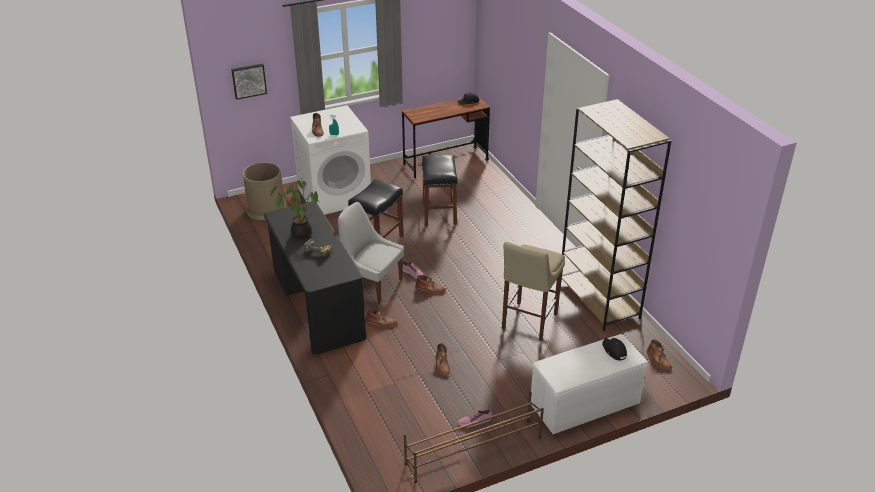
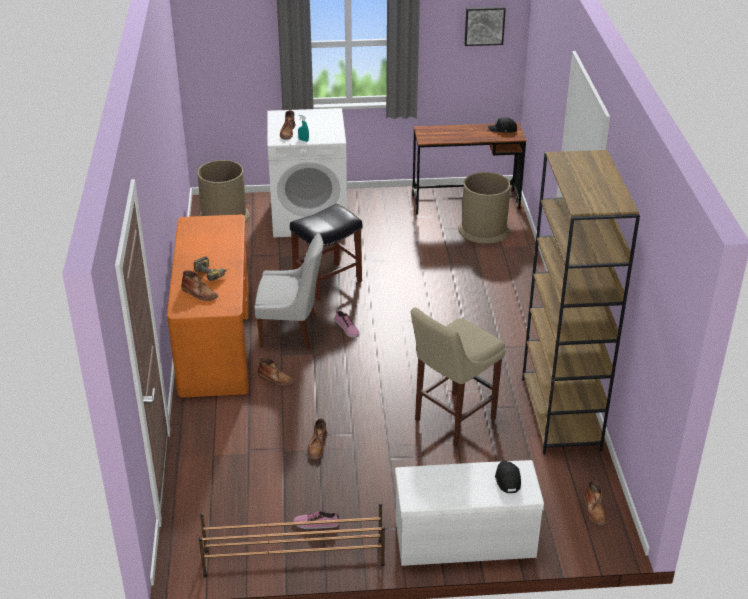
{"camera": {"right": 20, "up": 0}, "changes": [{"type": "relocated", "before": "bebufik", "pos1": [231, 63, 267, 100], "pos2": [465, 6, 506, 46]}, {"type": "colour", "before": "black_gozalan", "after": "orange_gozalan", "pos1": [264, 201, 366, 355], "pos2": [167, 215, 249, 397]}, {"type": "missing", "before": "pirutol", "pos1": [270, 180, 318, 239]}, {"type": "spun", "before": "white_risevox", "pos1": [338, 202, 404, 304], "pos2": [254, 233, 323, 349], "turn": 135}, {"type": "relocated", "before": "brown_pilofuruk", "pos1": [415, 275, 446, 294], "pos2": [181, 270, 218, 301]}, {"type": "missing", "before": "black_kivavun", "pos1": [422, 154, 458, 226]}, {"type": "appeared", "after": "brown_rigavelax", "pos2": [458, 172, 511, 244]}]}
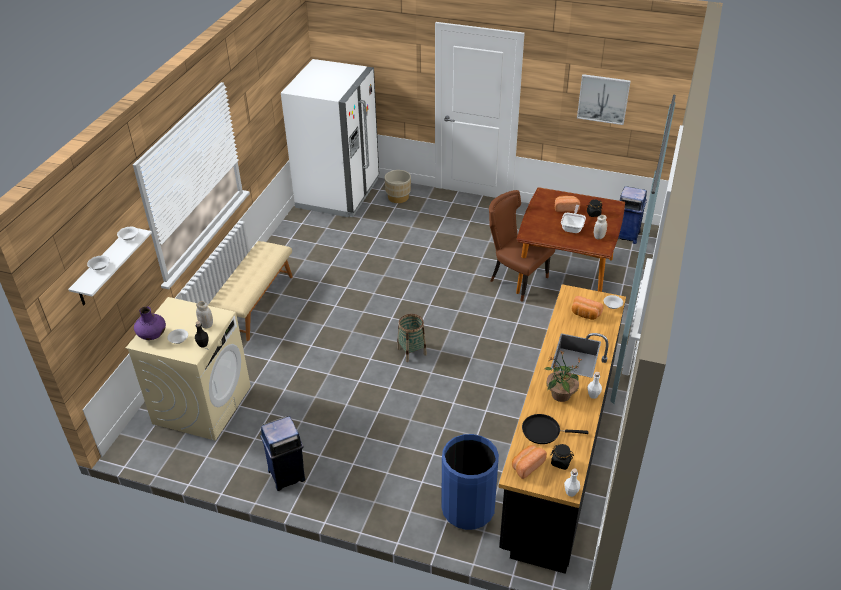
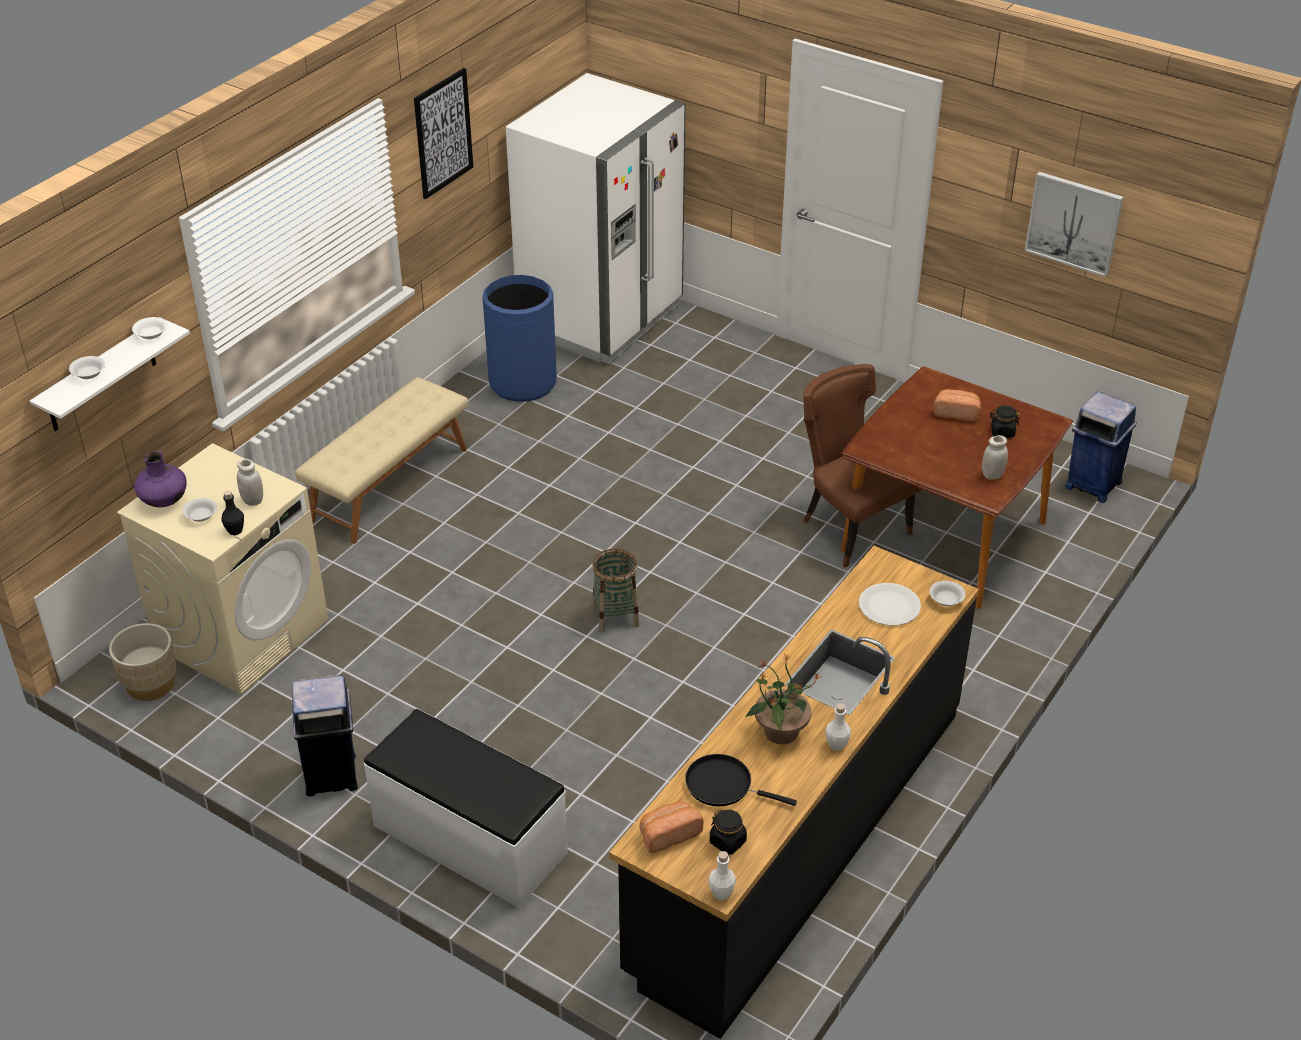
{"camera": {"right": 15, "up": 0}, "changes": [{"type": "relocated", "before": "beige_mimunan", "pos1": [385, 170, 411, 203], "pos2": [109, 623, 176, 701]}, {"type": "relocated", "before": "blue_rigavelax", "pos1": [441, 434, 499, 530], "pos2": [483, 275, 557, 402]}, {"type": "missing", "before": "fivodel", "pos1": [561, 205, 586, 233]}, {"type": "exchanged", "before": "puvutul", "after": "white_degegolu", "pos1": [572, 296, 603, 320], "pos2": [859, 583, 921, 626]}, {"type": "appeared", "after": "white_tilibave", "pos2": [364, 709, 568, 908]}, {"type": "appeared", "after": "bebufik", "pos2": [414, 68, 473, 199]}]}
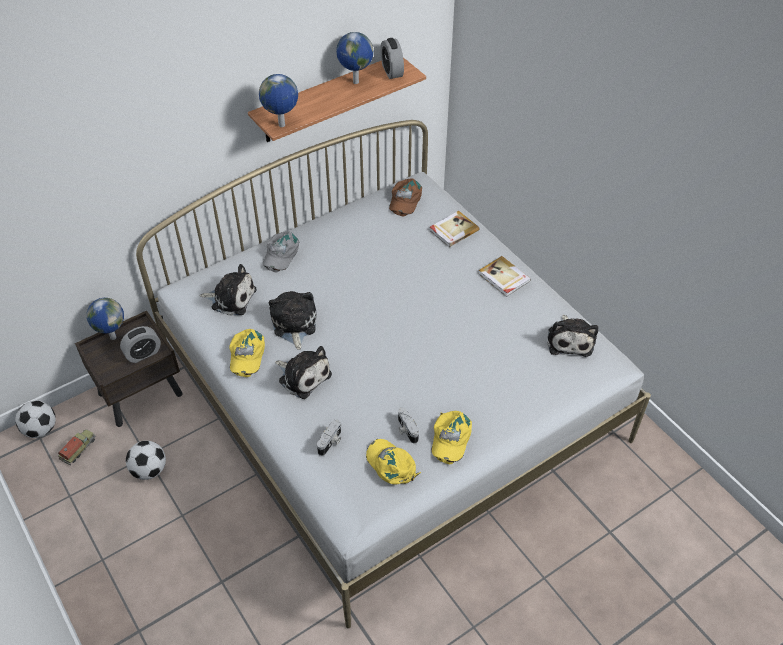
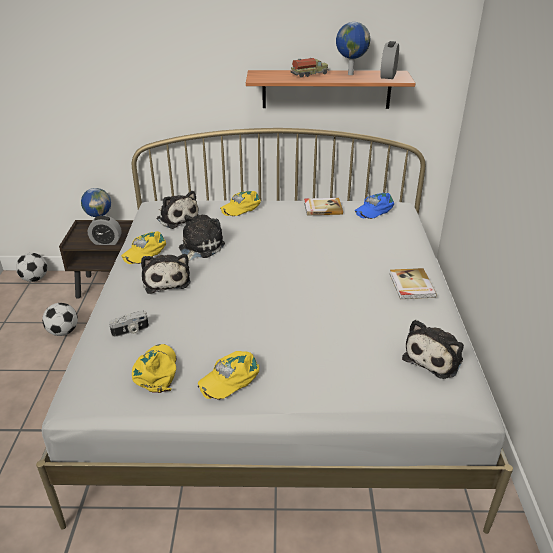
{"camera": {"right": 35, "up": -15}, "changes": [{"type": "relocated", "before": "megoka", "pos1": [58, 429, 95, 465], "pos2": [290, 58, 329, 78]}, {"type": "missing", "before": "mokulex", "pos1": [259, 74, 298, 127]}, {"type": "colour", "before": "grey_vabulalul", "after": "yellow_vabulalul", "pos1": [263, 231, 299, 272], "pos2": [220, 191, 261, 216]}, {"type": "colour", "before": "brown_vabulalul", "after": "blue_vabulalul", "pos1": [389, 178, 422, 216], "pos2": [355, 193, 394, 219]}, {"type": "missing", "before": "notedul", "pos1": [398, 407, 419, 443]}, {"type": "relocated", "before": "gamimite", "pos1": [429, 211, 479, 247], "pos2": [304, 198, 343, 216]}]}
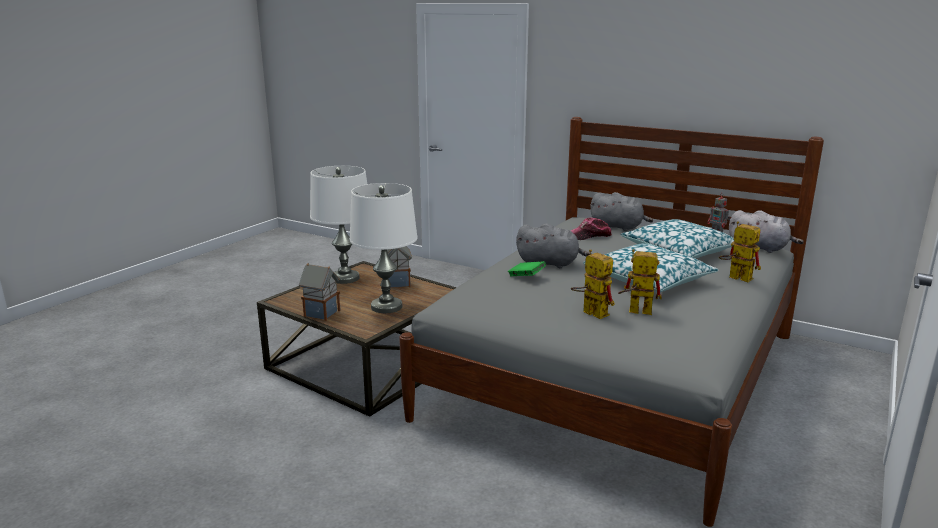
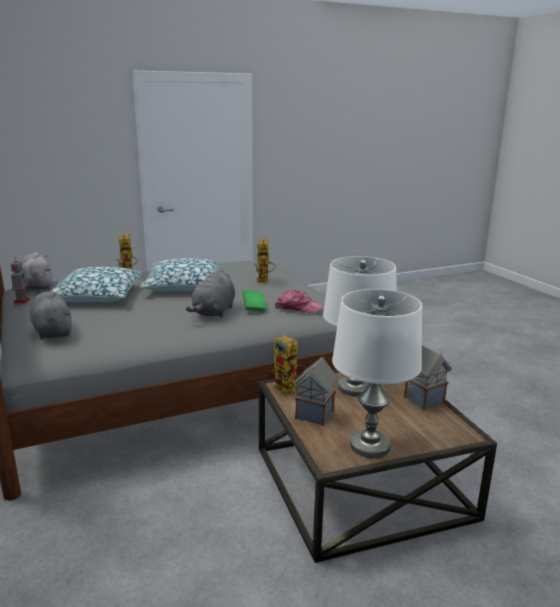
{"camera": {"right": -145, "up": 0}, "changes": [{"type": "spun", "before": "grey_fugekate", "pos1": [516, 224, 592, 268], "pos2": [186, 269, 235, 317], "turn": -120}, {"type": "relocated", "before": "vabulalul", "pos1": [571, 218, 612, 240], "pos2": [275, 290, 323, 313]}, {"type": "relocated", "before": "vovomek", "pos1": [618, 249, 662, 315], "pos2": [271, 335, 307, 396]}]}
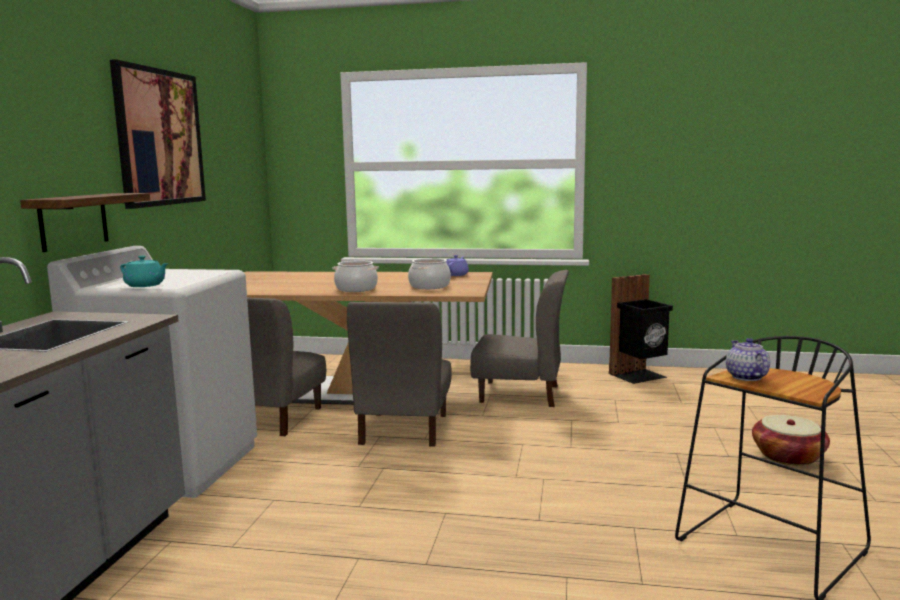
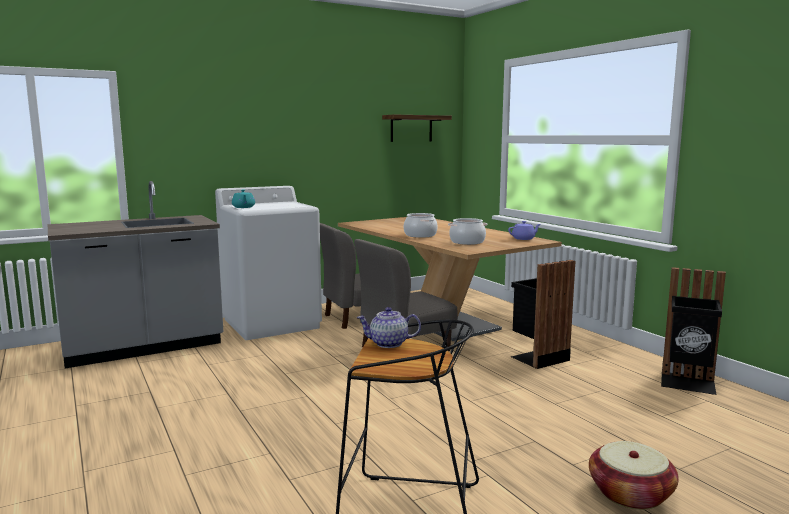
{"camera": {"right": 50, "up": 0}, "changes": [{"type": "relocated", "before": "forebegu", "pos1": [20, 193, 150, 252], "pos2": [382, 114, 452, 142]}, {"type": "missing", "before": "bebufik", "pos1": [110, 59, 206, 209]}, {"type": "exchanged", "before": "grey_risevox", "after": "black_rigavelax", "pos1": [470, 270, 569, 407], "pos2": [511, 260, 575, 369]}, {"type": "spun", "before": "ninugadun", "pos1": [726, 338, 770, 381], "pos2": [357, 307, 421, 348], "turn": -135}]}
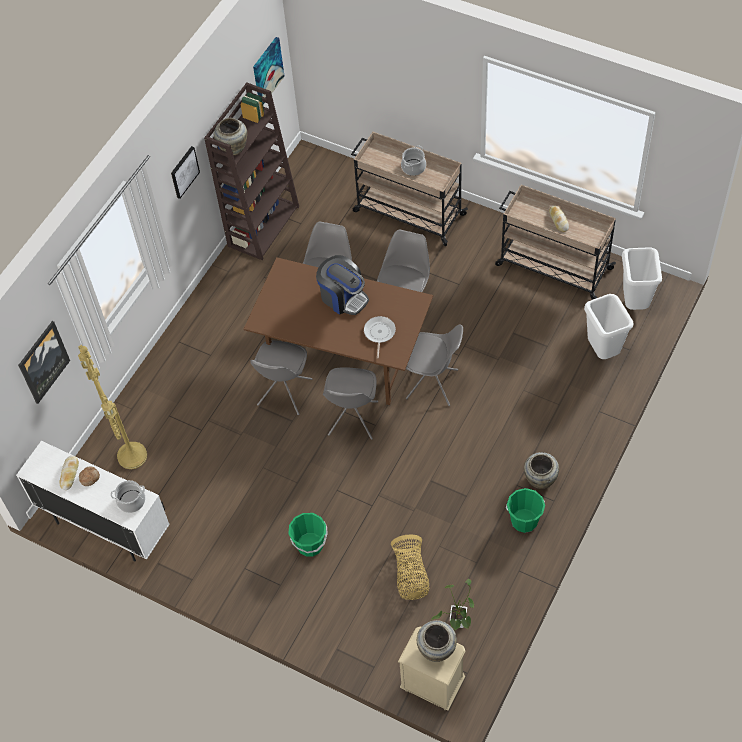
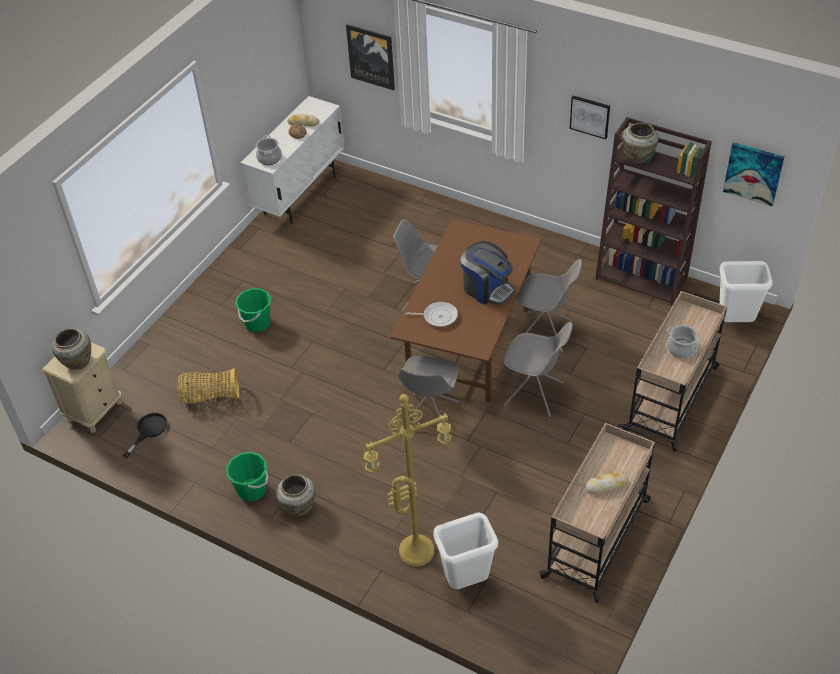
{"camera": {"right": 90, "up": -10}, "changes": [{"type": "relocated", "before": "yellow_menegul", "pos1": [78, 345, 147, 469], "pos2": [364, 394, 452, 567]}, {"type": "spun", "before": "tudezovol", "pos1": [316, 255, 369, 315], "pos2": [460, 241, 515, 305], "turn": -90}, {"type": "missing", "before": "grey_risevox", "pos1": [323, 367, 378, 440]}, {"type": "exchanged", "before": "pirutol", "after": "black_fivodel", "pos1": [431, 579, 475, 630], "pos2": [123, 413, 168, 458]}, {"type": "relocated", "before": "white_rigavelax", "pos1": [622, 247, 662, 310], "pos2": [719, 261, 773, 322]}]}
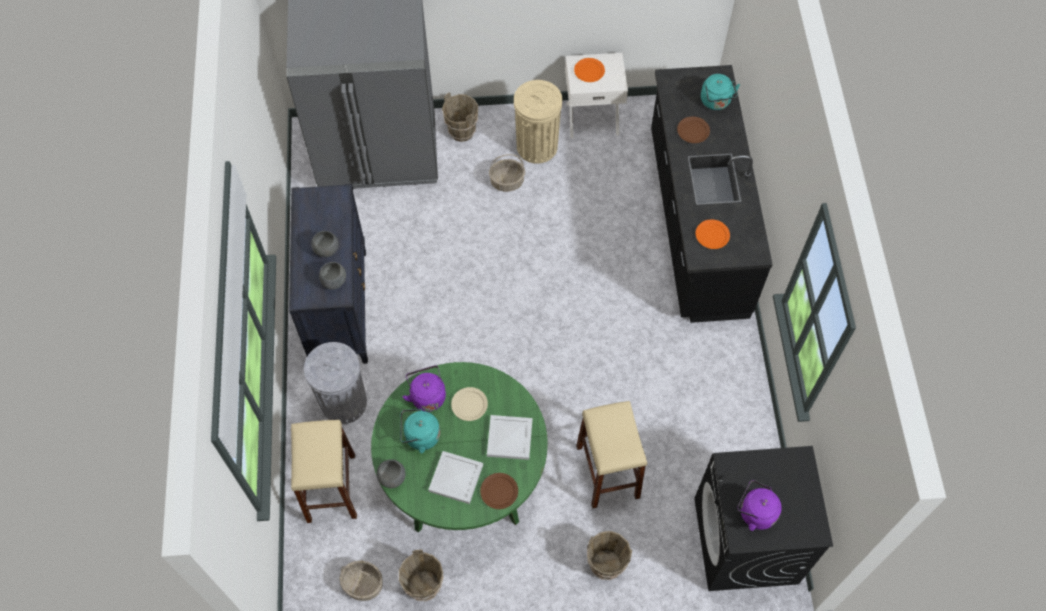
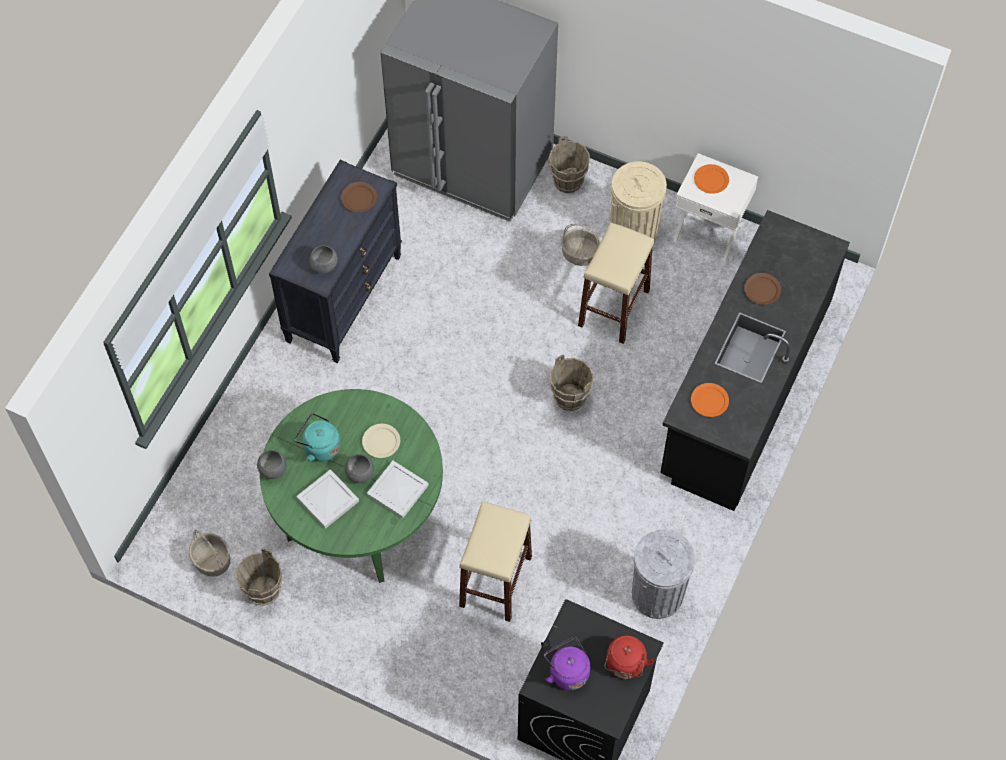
{"camera": {"right": 30, "up": 0}, "changes": [{"type": "relocated", "before": "beige_kivavun", "pos1": [291, 420, 357, 523], "pos2": [578, 222, 654, 344]}, {"type": "relocated", "before": "grey_rigavelax", "pos1": [304, 342, 367, 424], "pos2": [632, 530, 695, 619]}, {"type": "relocated", "before": "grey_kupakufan", "pos1": [311, 231, 339, 257], "pos2": [345, 454, 374, 483]}, {"type": "missing", "before": "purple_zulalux", "pos1": [402, 365, 446, 412]}, {"type": "relocated", "before": "brown_degegolu", "pos1": [480, 473, 518, 509], "pos2": [341, 182, 377, 212]}, {"type": "relocated", "before": "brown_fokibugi", "pos1": [587, 531, 632, 580], "pos2": [550, 355, 594, 411]}, {"type": "missing", "before": "turquoise_zulalux", "pos1": [701, 74, 740, 110]}, {"type": "appeared", "after": "red_zulalux", "pos2": [604, 635, 655, 679]}]}
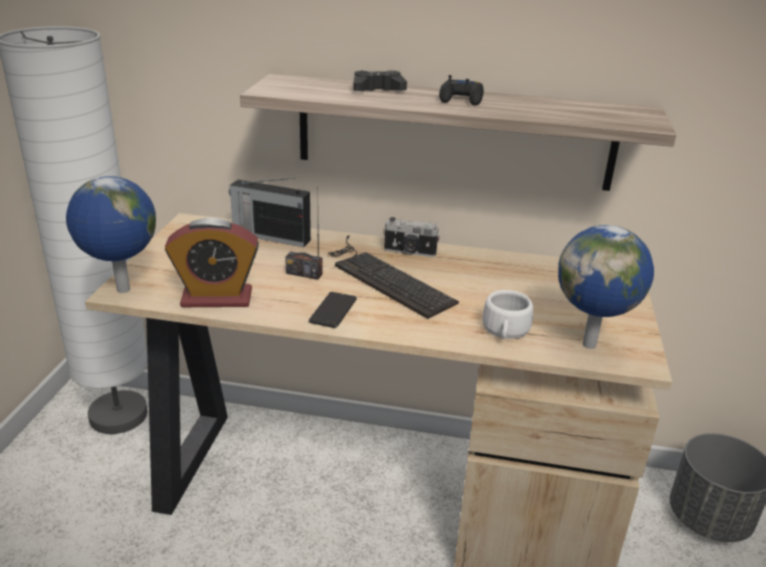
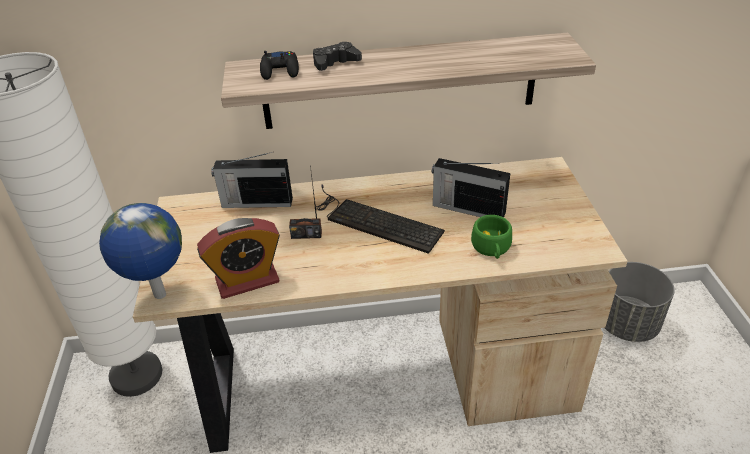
{"camera": {"right": -15, "up": 10}, "changes": [{"type": "missing", "before": "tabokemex", "pos1": [309, 292, 357, 328]}, {"type": "missing", "before": "notedul", "pos1": [383, 217, 440, 257]}, {"type": "relocated", "before": "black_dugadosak", "pos1": [439, 75, 484, 106], "pos2": [260, 51, 299, 80]}, {"type": "colour", "before": "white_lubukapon", "after": "green_lubukapon", "pos1": [482, 290, 533, 339], "pos2": [471, 215, 512, 259]}, {"type": "missing", "before": "mokulex", "pos1": [558, 225, 654, 349]}, {"type": "appeared", "after": "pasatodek", "pos2": [431, 158, 510, 217]}]}
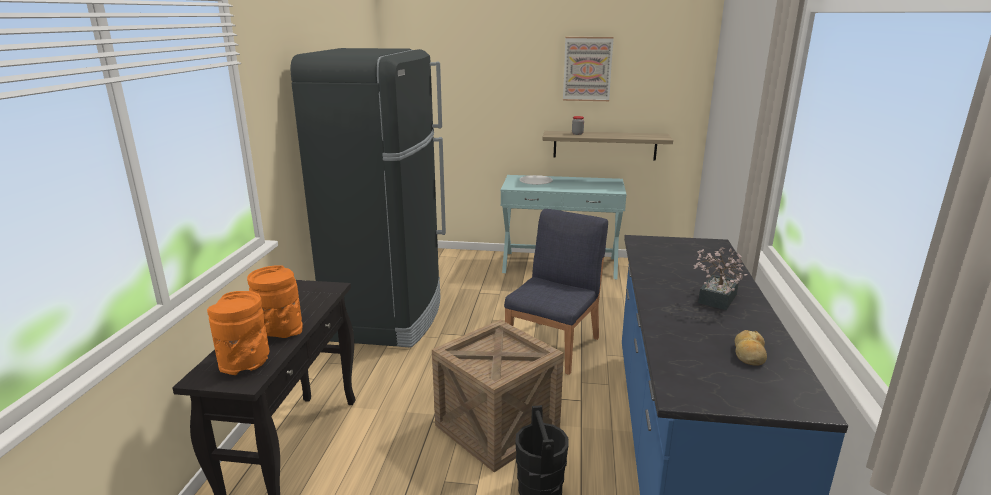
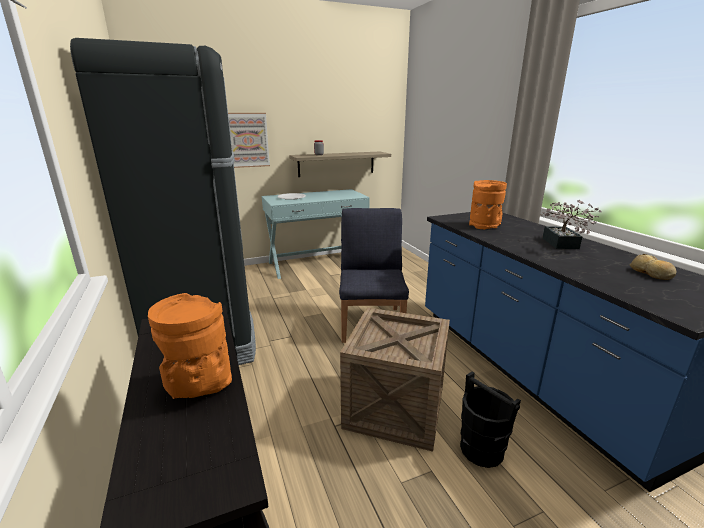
{"camera": {"right": -30, "up": 0}, "changes": [{"type": "relocated", "before": "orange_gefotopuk", "pos1": [207, 291, 269, 375], "pos2": [469, 180, 507, 230]}, {"type": "relocated", "before": "bebufik", "pos1": [563, 37, 614, 101], "pos2": [228, 113, 270, 168]}]}
